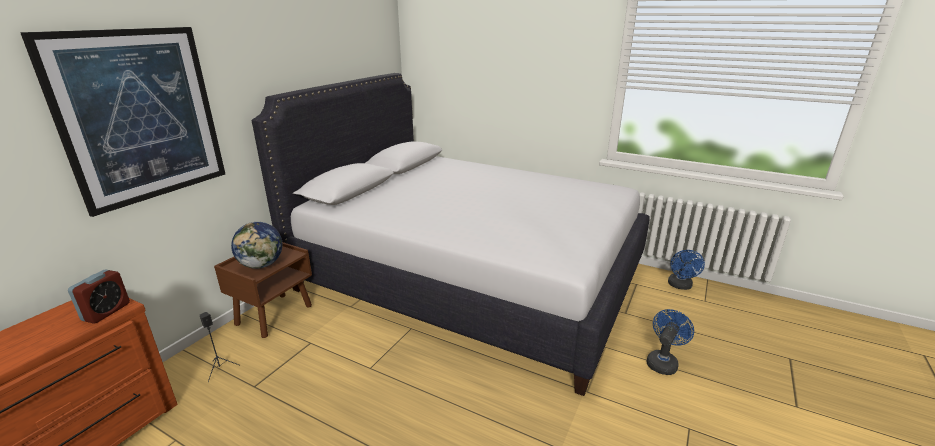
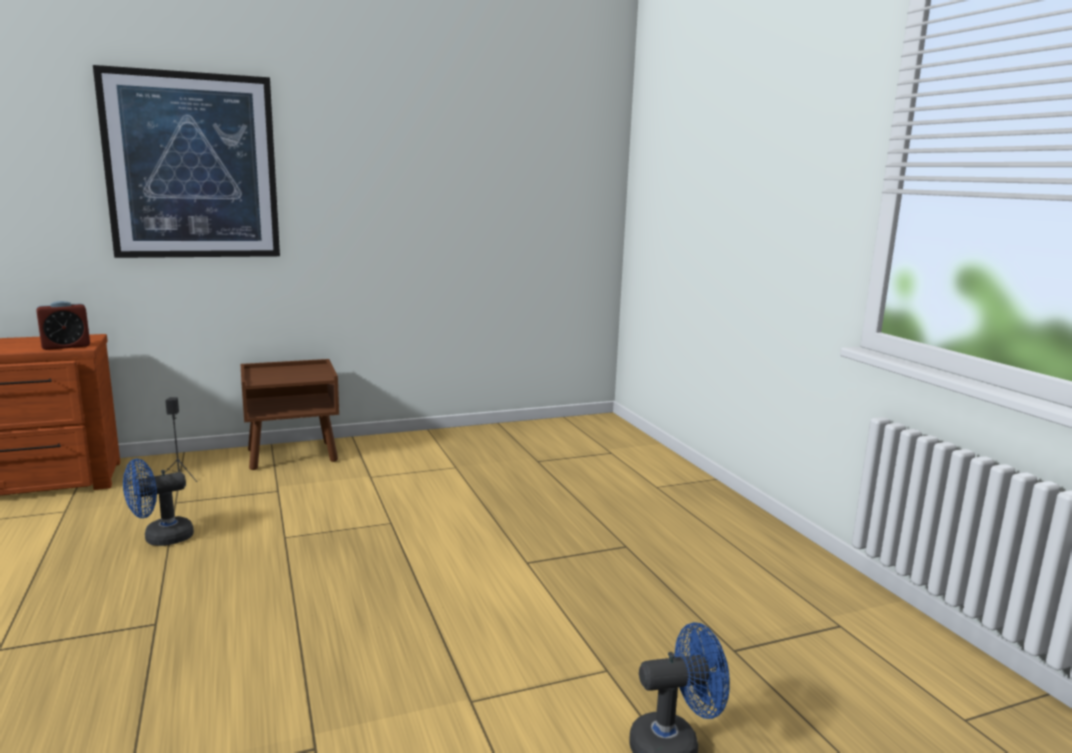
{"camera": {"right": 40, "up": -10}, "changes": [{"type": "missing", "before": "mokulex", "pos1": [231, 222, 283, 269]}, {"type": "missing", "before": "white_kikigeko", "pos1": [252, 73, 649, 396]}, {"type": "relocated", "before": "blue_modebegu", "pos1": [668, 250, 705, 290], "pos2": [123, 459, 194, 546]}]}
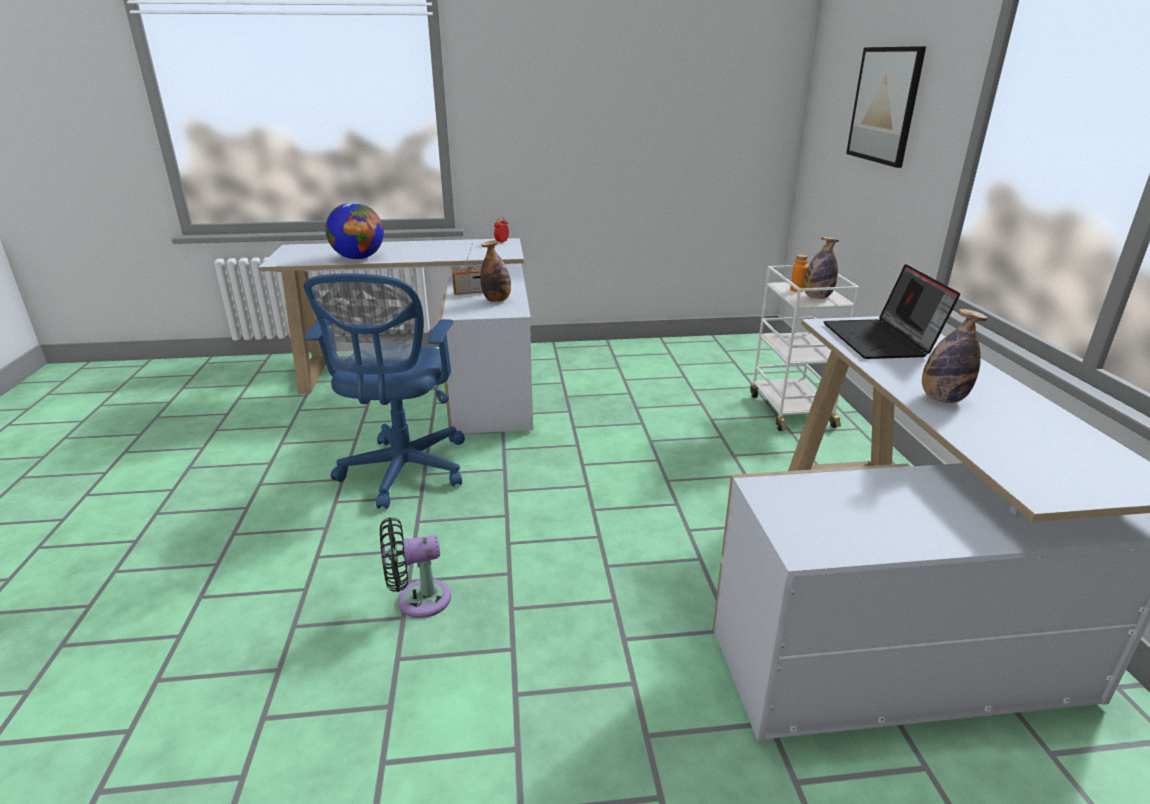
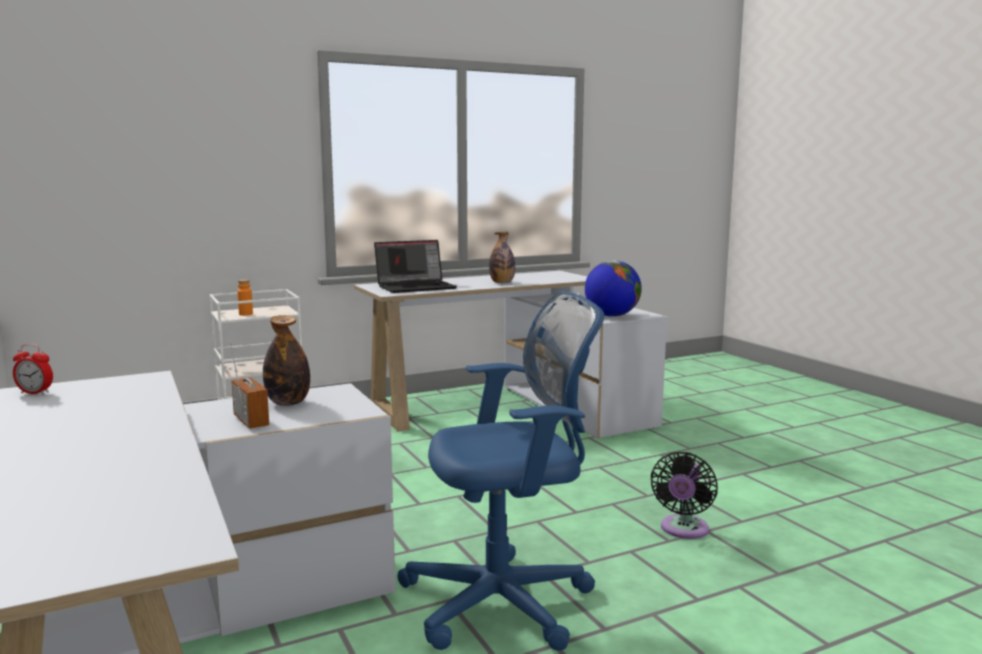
{"camera": {"right": -110, "up": -15}, "changes": [{"type": "relocated", "before": "mokulex", "pos1": [325, 202, 384, 259], "pos2": [585, 260, 642, 317]}, {"type": "spun", "before": "black_modebegu", "pos1": [380, 517, 451, 618], "pos2": [651, 452, 718, 539], "turn": 60}, {"type": "missing", "before": "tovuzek", "pos1": [804, 237, 839, 299]}, {"type": "missing", "before": "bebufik", "pos1": [846, 46, 926, 168]}]}
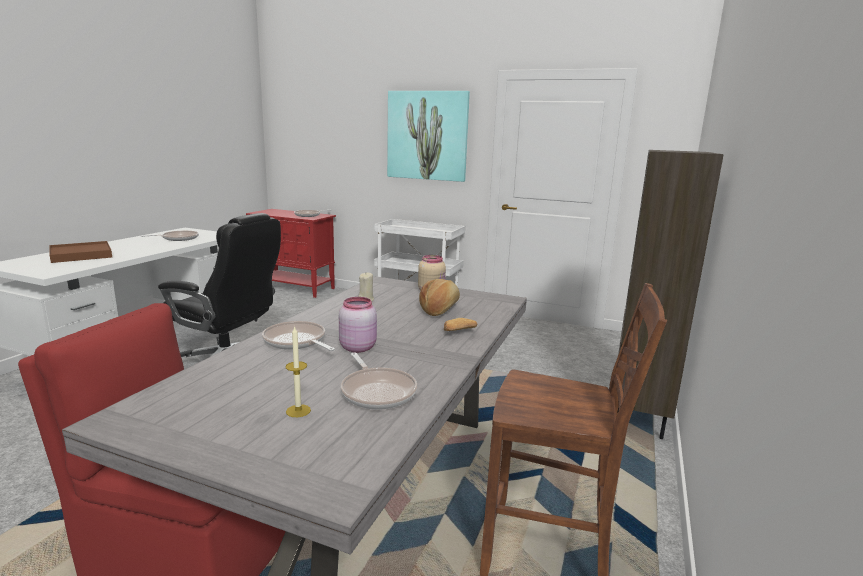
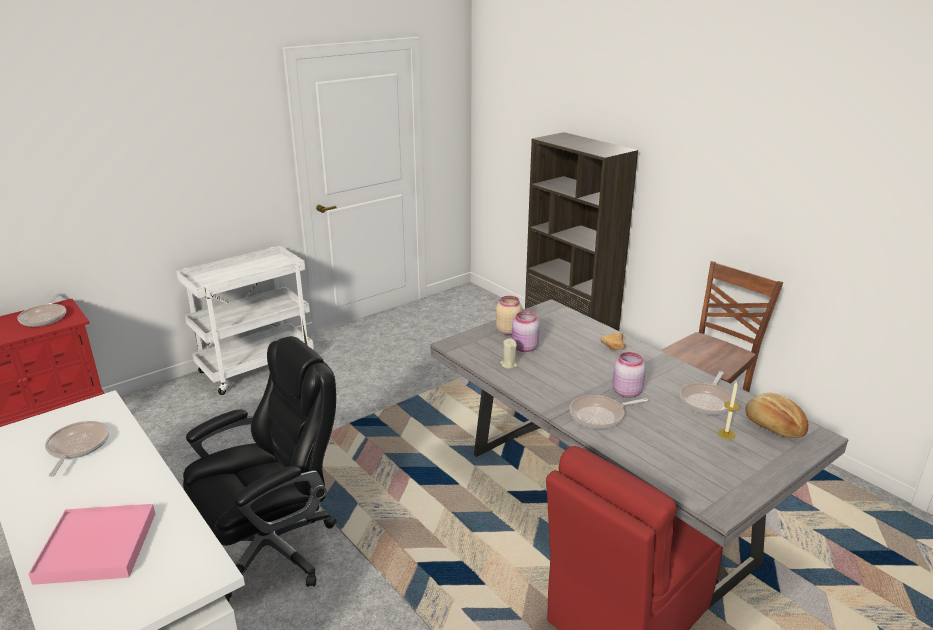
{"camera": {"right": -60, "up": 10}, "changes": [{"type": "colour", "before": "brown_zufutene", "after": "pink_zufutene", "pos1": [49, 241, 112, 263], "pos2": [28, 504, 155, 585]}, {"type": "spun", "before": "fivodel", "pos1": [341, 353, 417, 410], "pos2": [680, 371, 732, 415], "turn": 120}, {"type": "missing", "before": "bebufik", "pos1": [387, 91, 470, 182]}, {"type": "relocated", "before": "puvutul", "pos1": [419, 279, 460, 316], "pos2": [745, 392, 809, 438]}, {"type": "appeared", "after": "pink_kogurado", "pos2": [512, 311, 540, 352]}]}
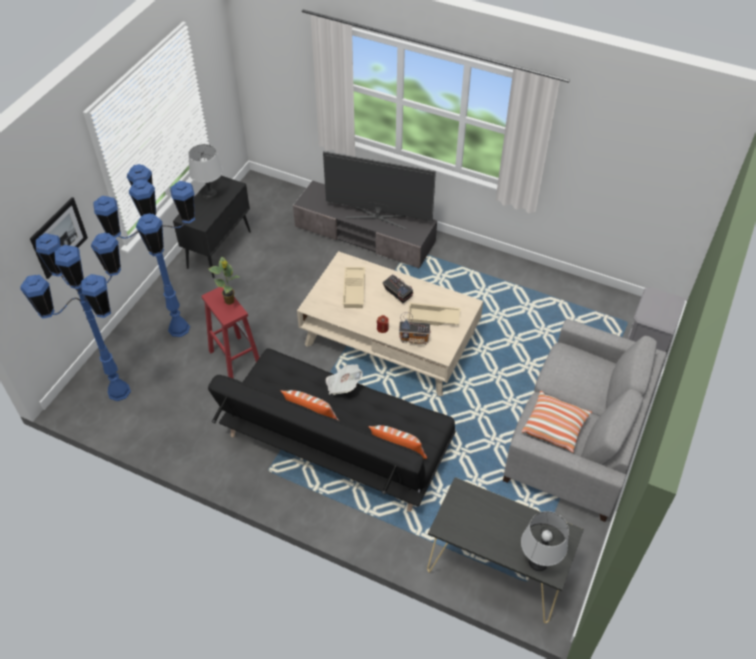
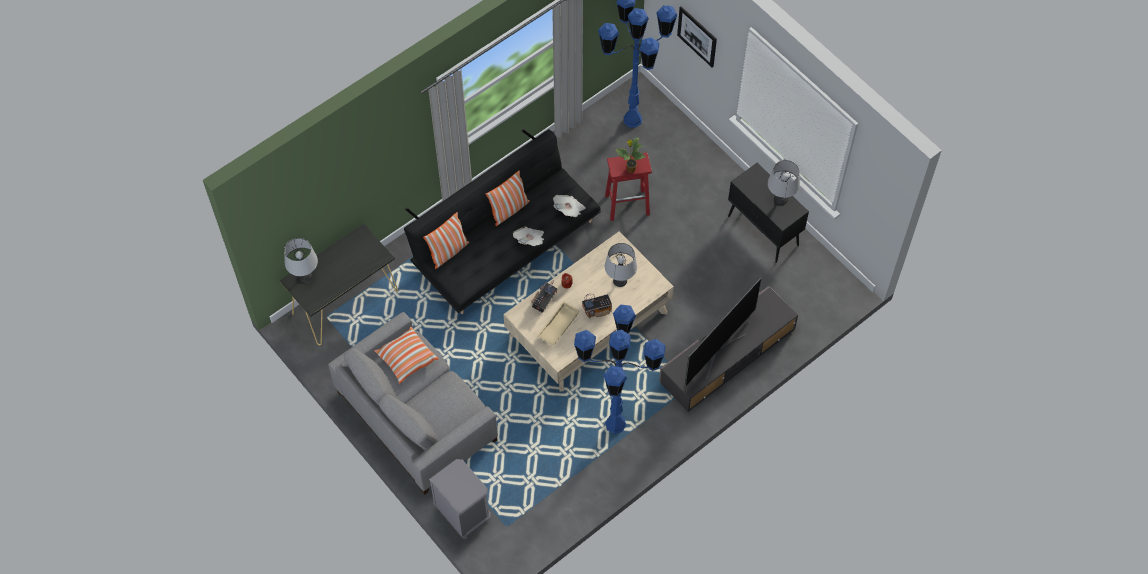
{"camera": {"right": 115, "up": 10}, "changes": [{"type": "relocated", "before": "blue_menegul", "pos1": [94, 164, 195, 337], "pos2": [574, 304, 666, 434]}, {"type": "exchanged", "before": "beige_zufutene", "after": "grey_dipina", "pos1": [343, 267, 365, 308], "pos2": [605, 243, 637, 287]}, {"type": "appeared", "after": "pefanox", "pos2": [553, 195, 586, 217]}]}
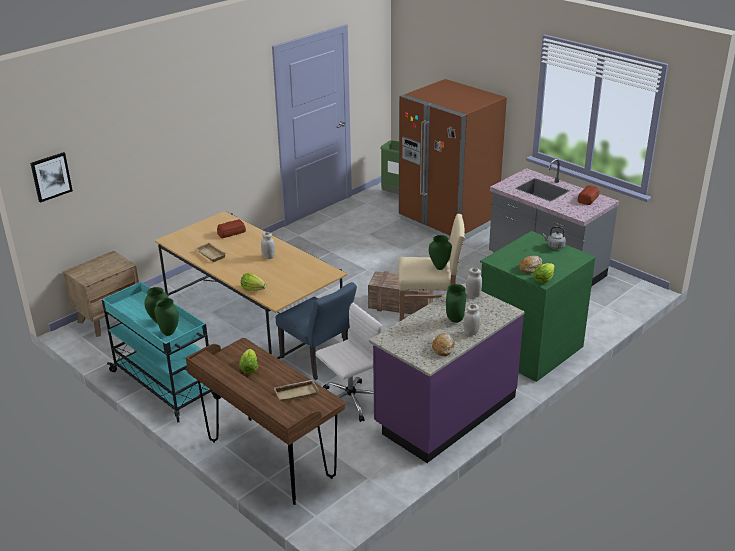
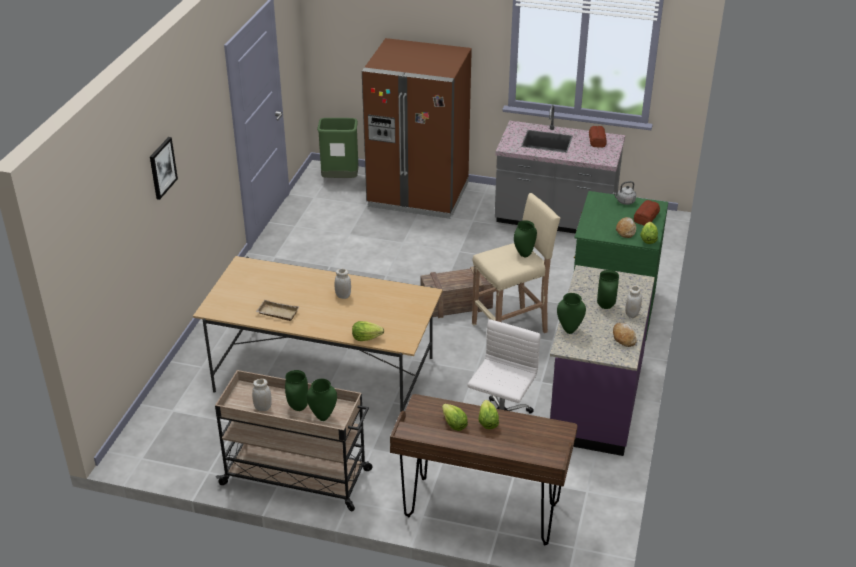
{"camera": {"right": -30, "up": 5}, "changes": [{"type": "relocated", "before": "bebufik", "pos1": [30, 152, 73, 203], "pos2": [150, 137, 178, 200]}, {"type": "missing", "before": "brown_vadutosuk", "pos1": [63, 251, 139, 337]}, {"type": "colour", "before": "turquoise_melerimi", "after": "beige_melerimi", "pos1": [102, 282, 221, 422], "pos2": [215, 370, 372, 511]}, {"type": "relocated", "before": "puvutul", "pos1": [217, 219, 246, 238], "pos2": [633, 200, 660, 225]}, {"type": "missing", "before": "beige_zufutene", "pos1": [274, 379, 319, 402]}, {"type": "missing", "before": "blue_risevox", "pos1": [276, 282, 357, 380]}, {"type": "relocated", "before": "white_kogurado", "pos1": [466, 268, 482, 297], "pos2": [252, 379, 272, 411]}, {"type": "appeared", "after": "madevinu", "pos2": [479, 400, 499, 429]}, {"type": "appeared", "after": "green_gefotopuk", "pos2": [557, 293, 586, 334]}]}
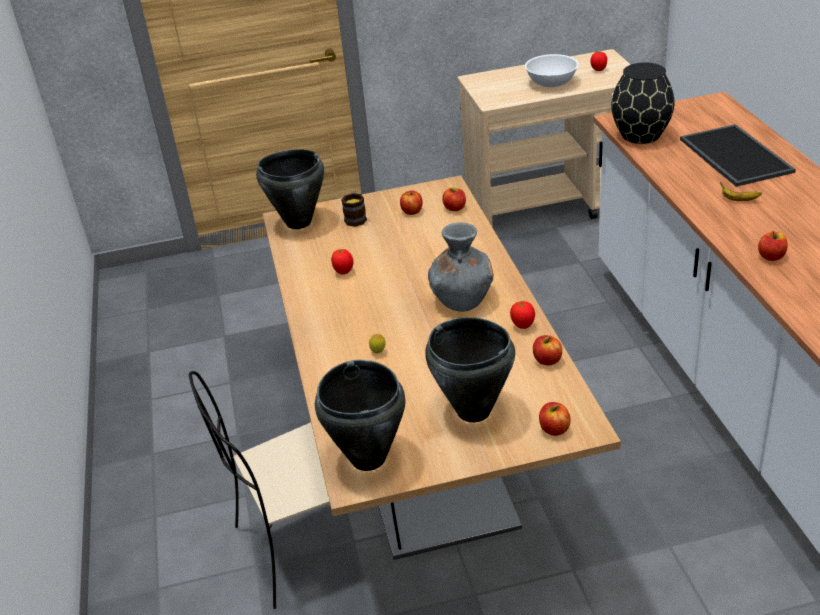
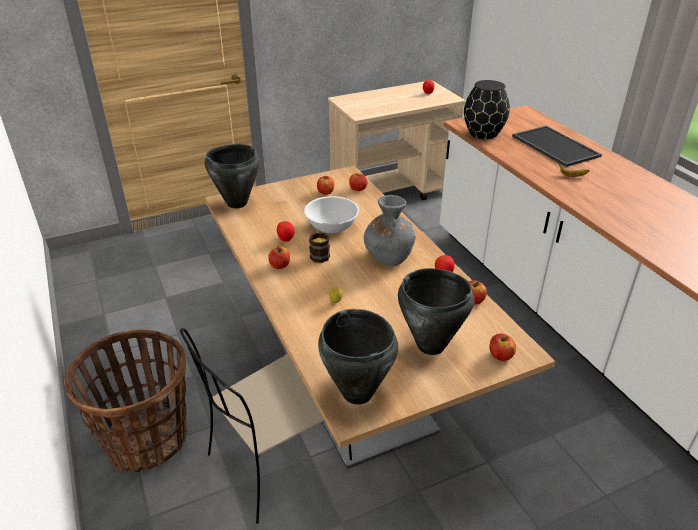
{"camera": {"right": -15, "up": 0}, "changes": [{"type": "relocated", "before": "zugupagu", "pos1": [341, 191, 367, 227], "pos2": [309, 230, 330, 263]}, {"type": "relocated", "before": "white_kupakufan", "pos1": [525, 54, 579, 87], "pos2": [304, 196, 359, 233]}, {"type": "relocated", "before": "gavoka", "pos1": [758, 231, 788, 261], "pos2": [268, 246, 290, 269]}, {"type": "appeared", "after": "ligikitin", "pos2": [64, 329, 187, 473]}]}
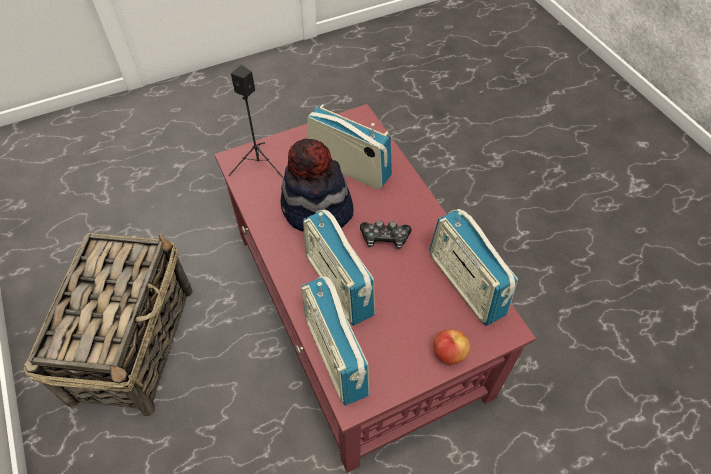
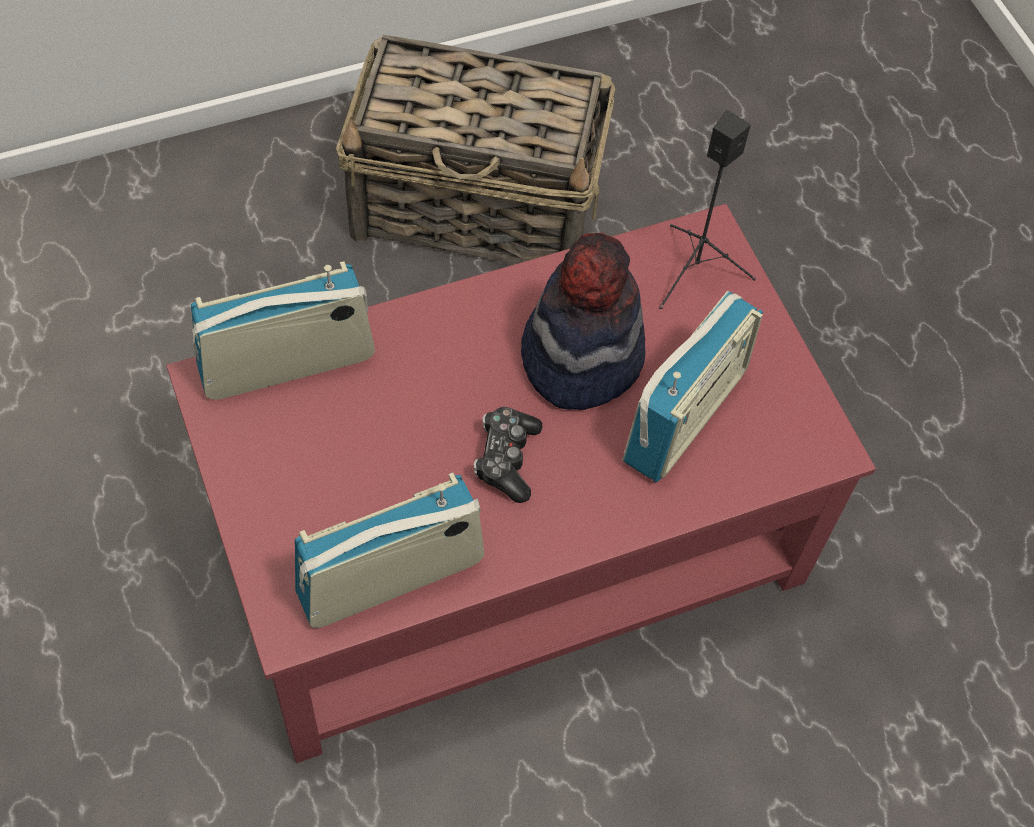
{"camera": {"right": 90, "up": 5}, "changes": [{"type": "missing", "before": "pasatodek", "pos1": [303, 210, 375, 326]}, {"type": "missing", "before": "gavoka", "pos1": [433, 329, 470, 365]}]}
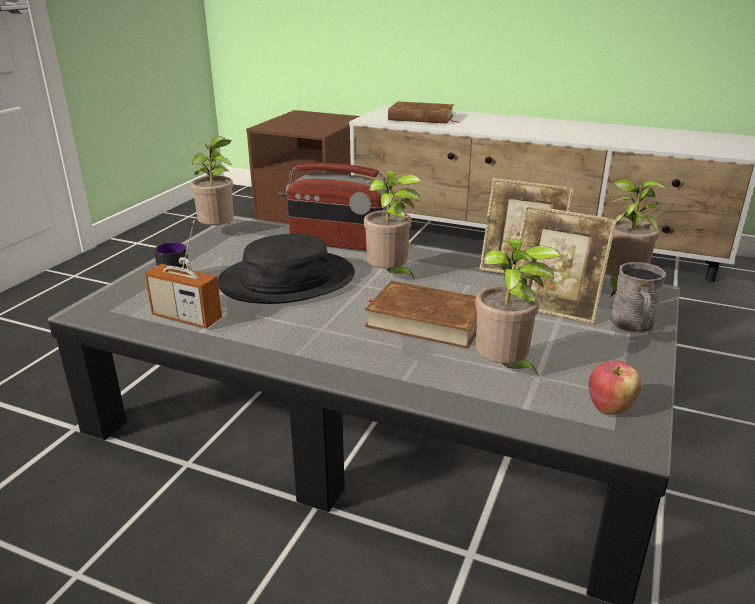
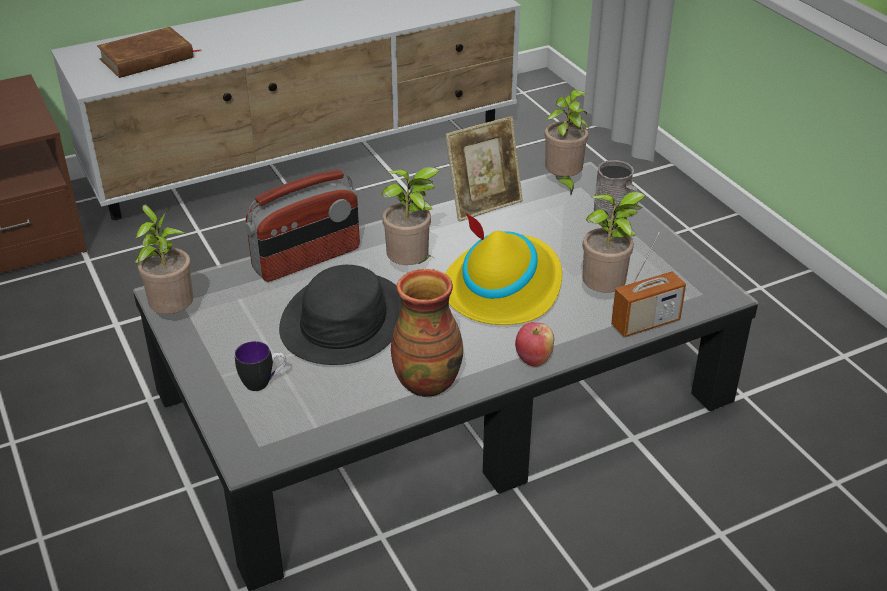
{"camera": {"right": -50, "up": 10}, "changes": [{"type": "relocated", "before": "pasatodek", "pos1": [144, 220, 222, 328], "pos2": [611, 232, 686, 337]}, {"type": "exchanged", "before": "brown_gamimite", "after": "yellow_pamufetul", "pos1": [365, 281, 477, 348], "pos2": [445, 213, 562, 325]}, {"type": "missing", "before": "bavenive", "pos1": [515, 205, 617, 324]}, {"type": "relocated", "before": "gavoka", "pos1": [589, 360, 641, 415], "pos2": [515, 322, 554, 367]}, {"type": "appeared", "after": "gefotopuk", "pos2": [391, 269, 463, 397]}]}
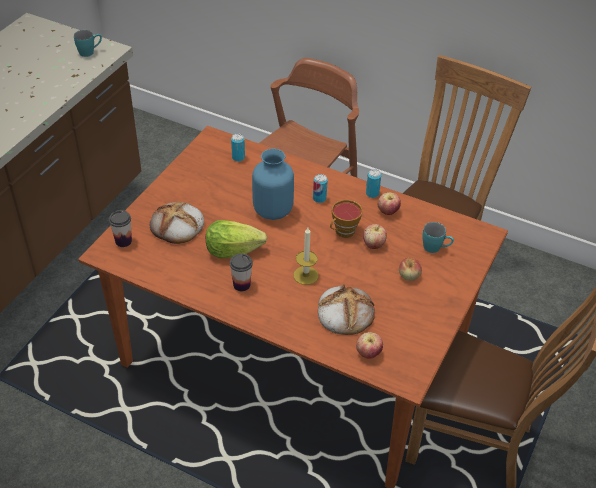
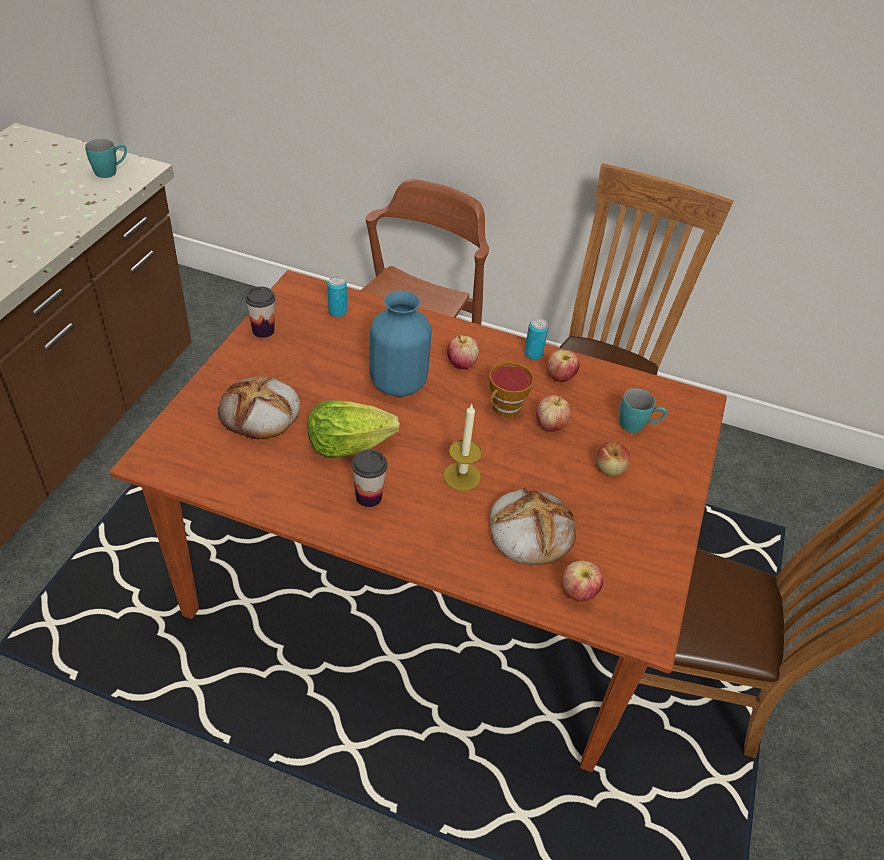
{"camera": {"right": -10, "up": 0}, "changes": [{"type": "relocated", "before": "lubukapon", "pos1": [109, 210, 132, 247], "pos2": [245, 286, 275, 338]}, {"type": "exchanged", "before": "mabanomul", "after": "gavoka", "pos1": [313, 174, 328, 203], "pos2": [447, 335, 479, 369]}]}
